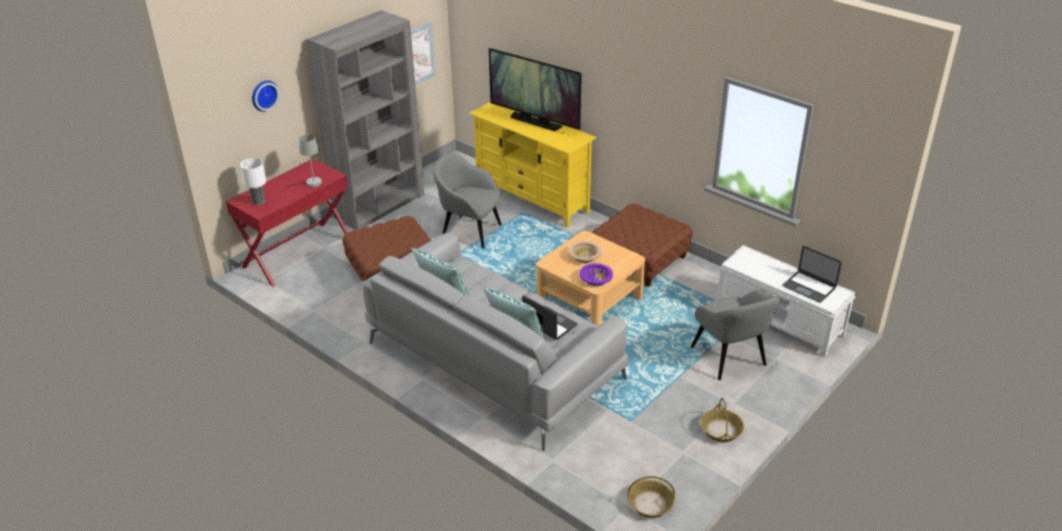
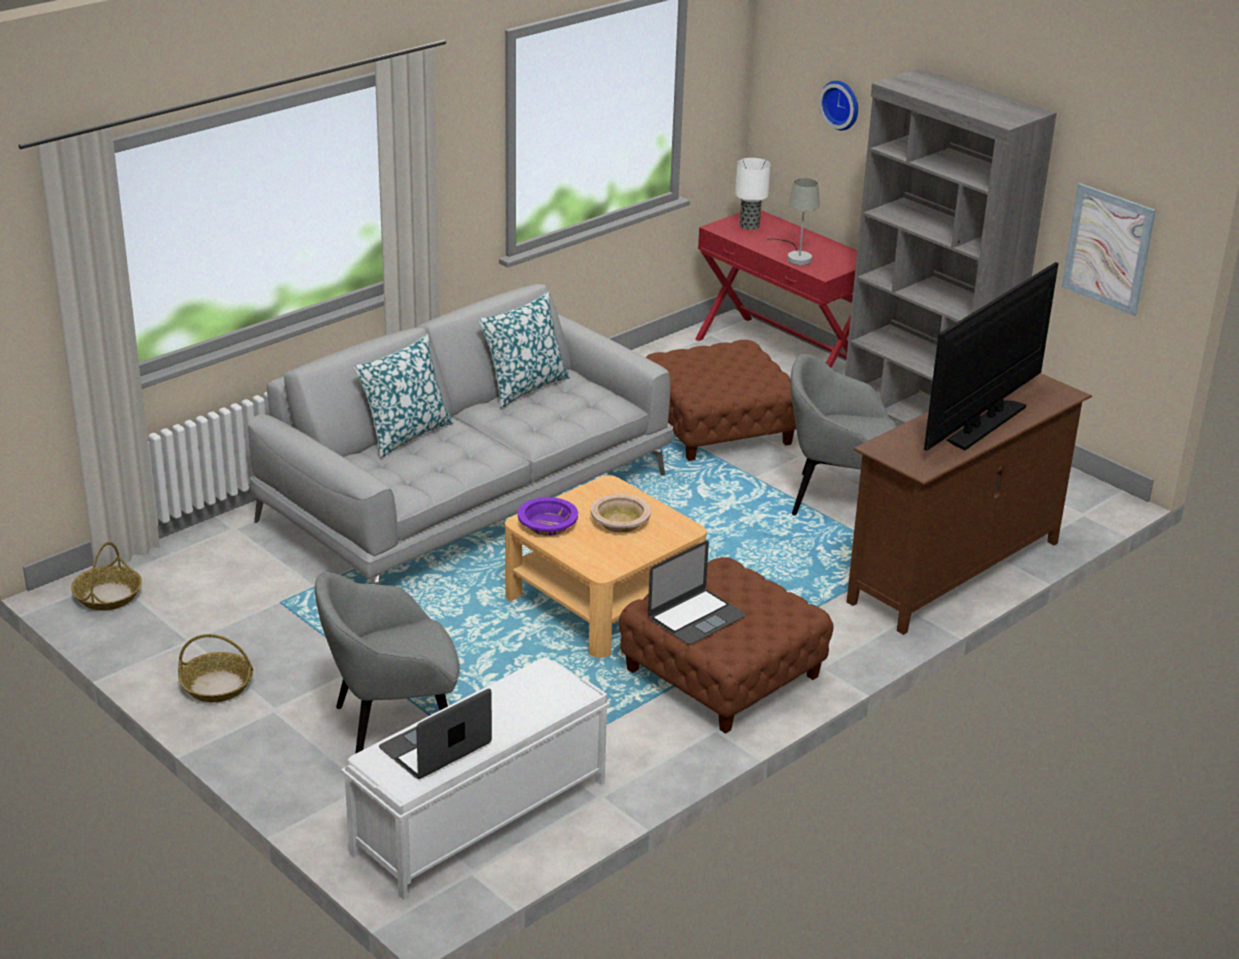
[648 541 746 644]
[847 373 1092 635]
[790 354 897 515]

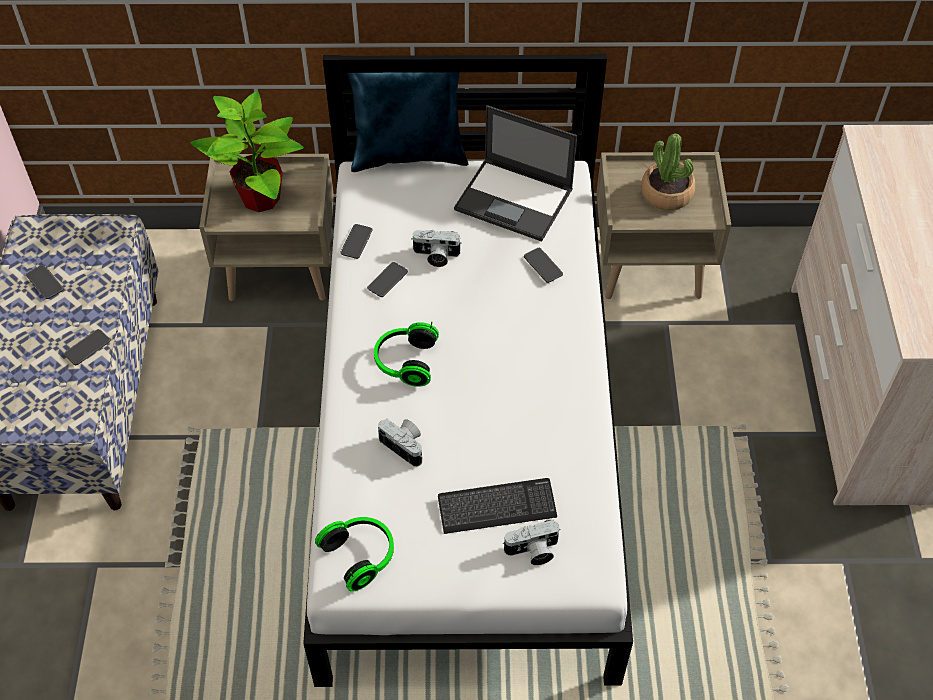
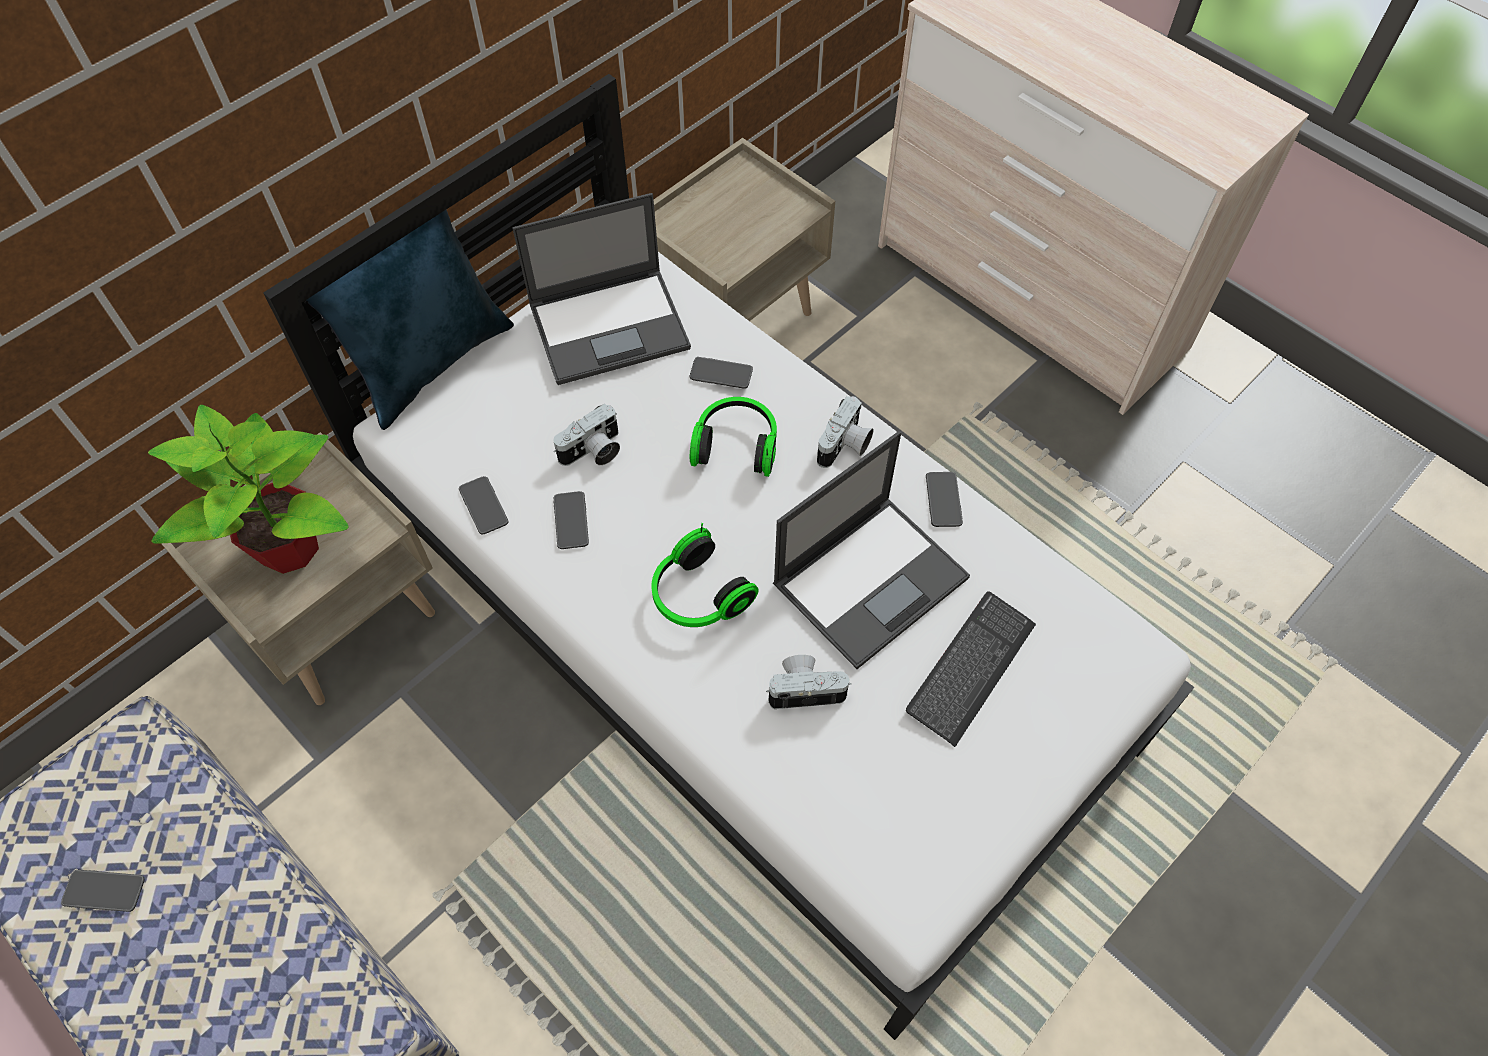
[641 134 695 211] (first image)
[773 431 970 669]
[926 472 963 527]
[690 397 777 477]
[817 396 874 468]

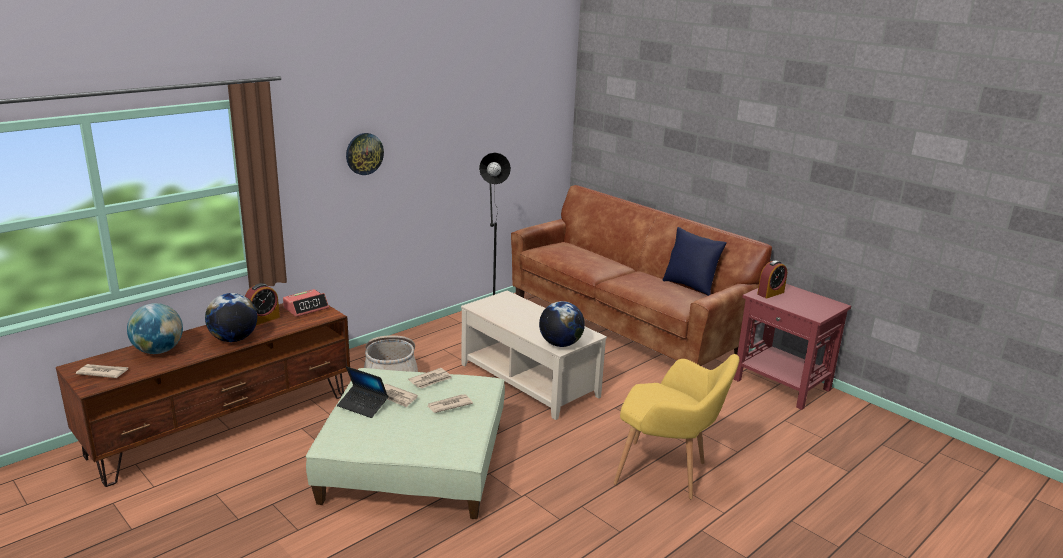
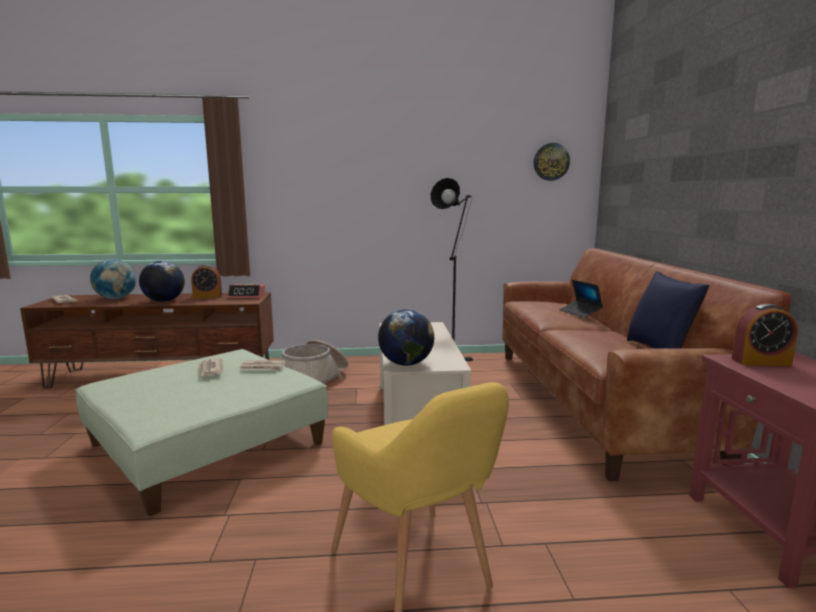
[428 394 473 413] (first image)
[560 280 603 318]
[534 143 570 181]

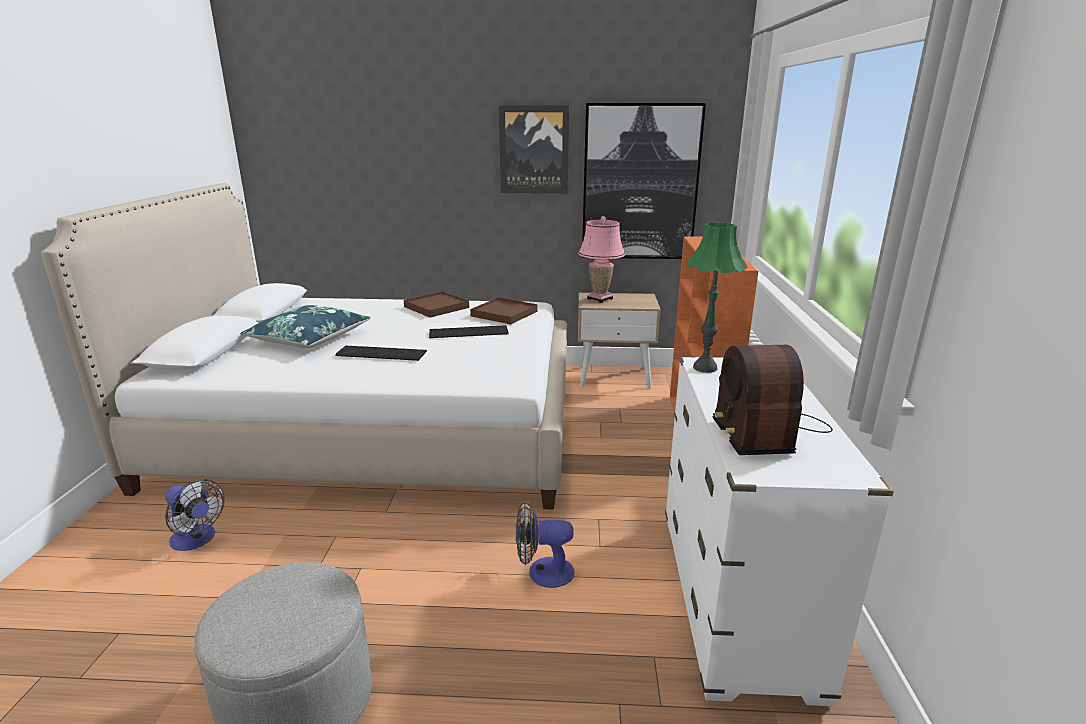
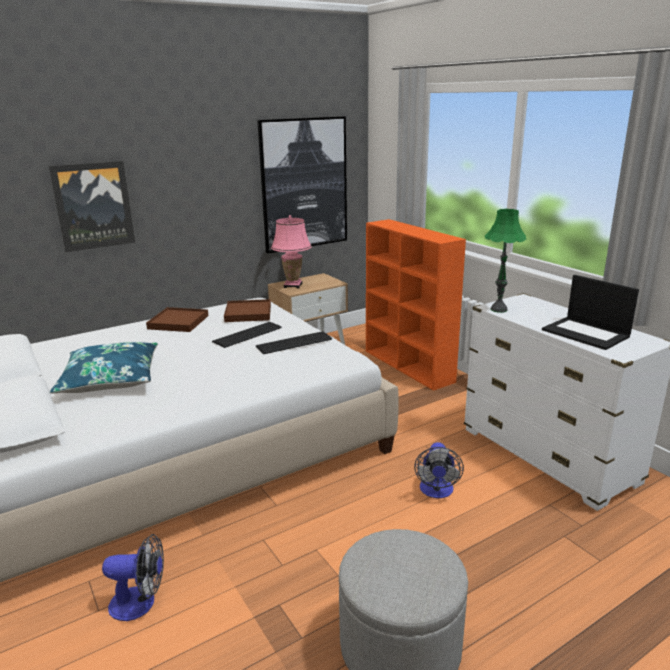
[256 331 332 354]
[49 161 135 252]
[542 275 639 350]
[414 442 464 498]

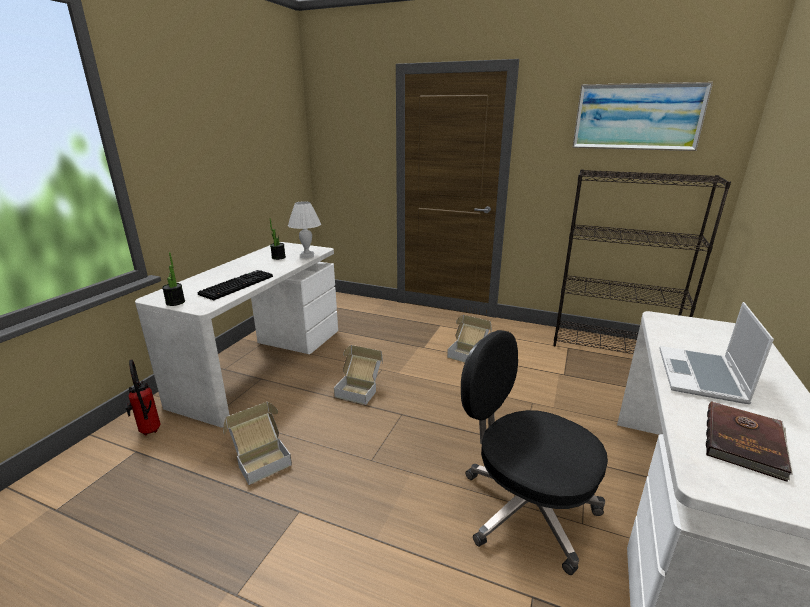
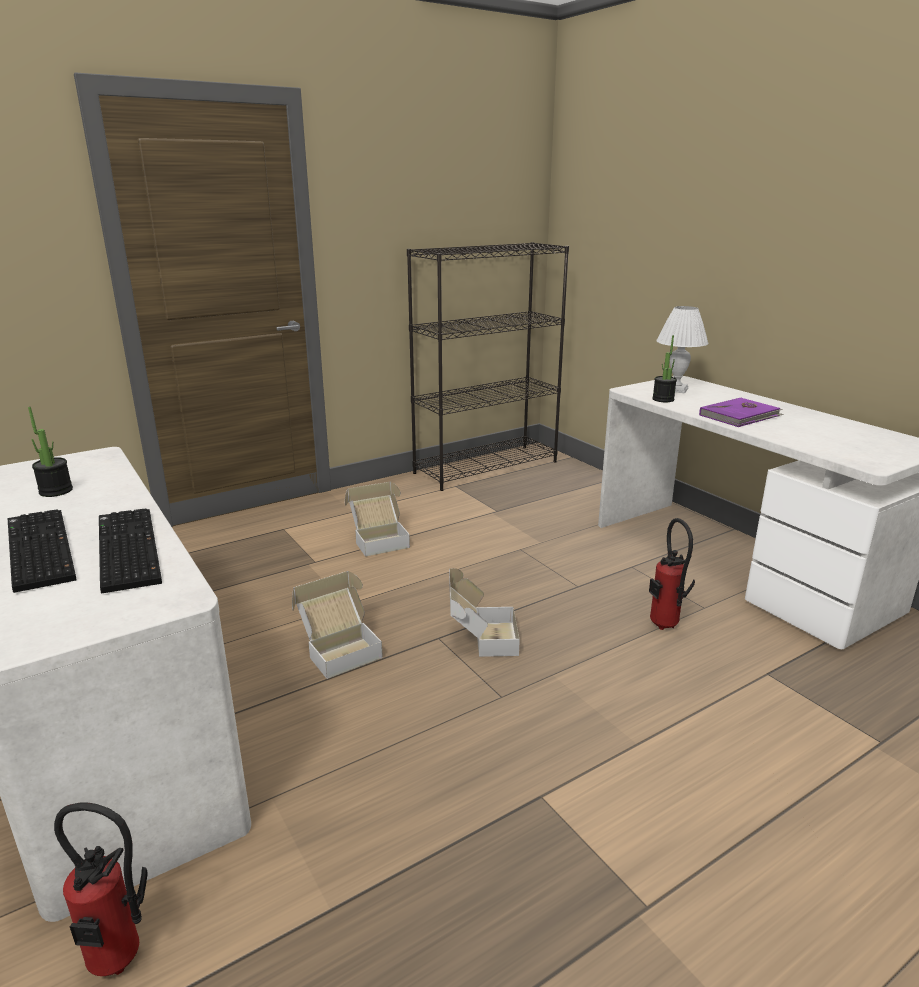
[572 82 713 151] (first image)
[706 401 793 482] (first image)
[8 509 77 593]
[652 335 677 402]
[449 568 520 657]
[656 306 708 393]
[649 518 695 630]
[699 398 784 427]

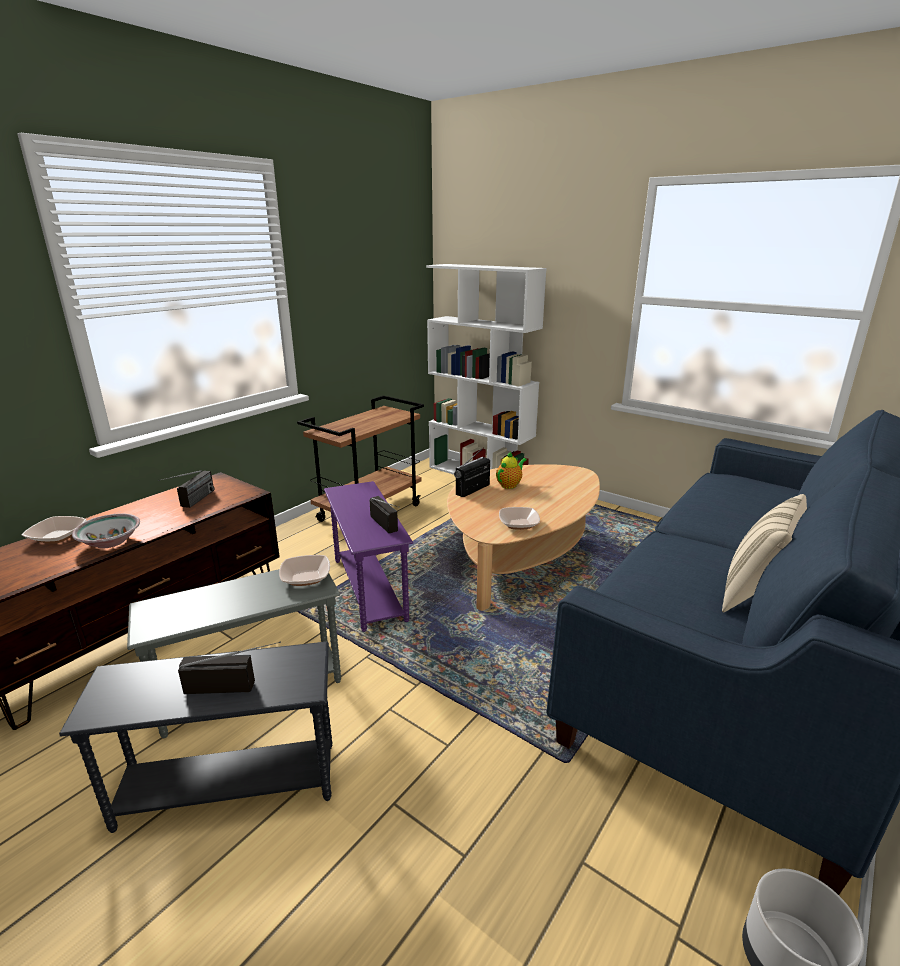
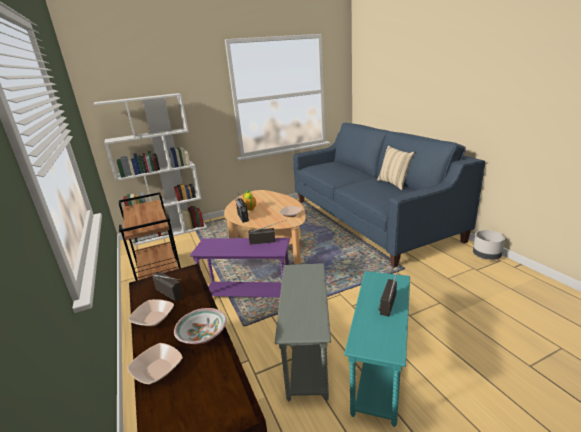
[128 299 174 326]
[344 271 410 427]

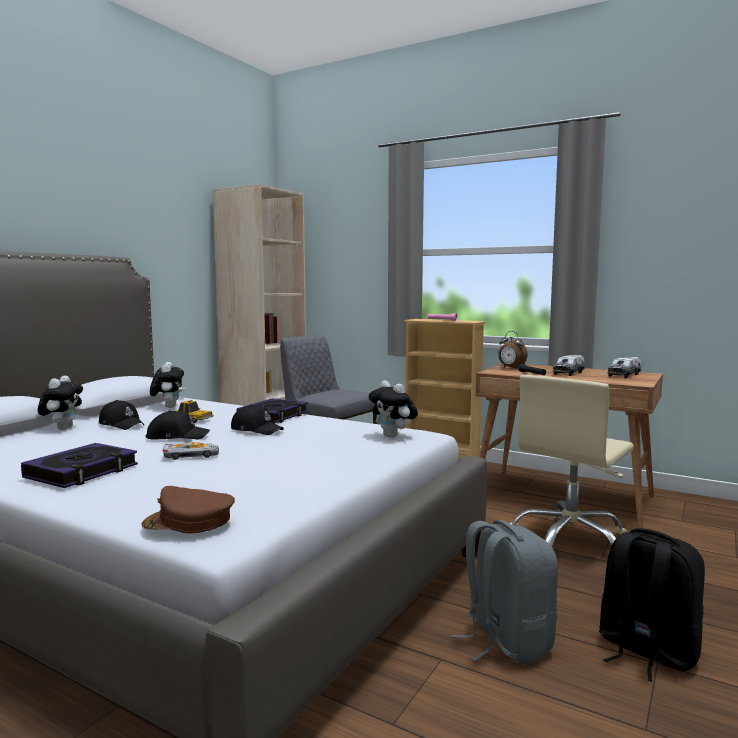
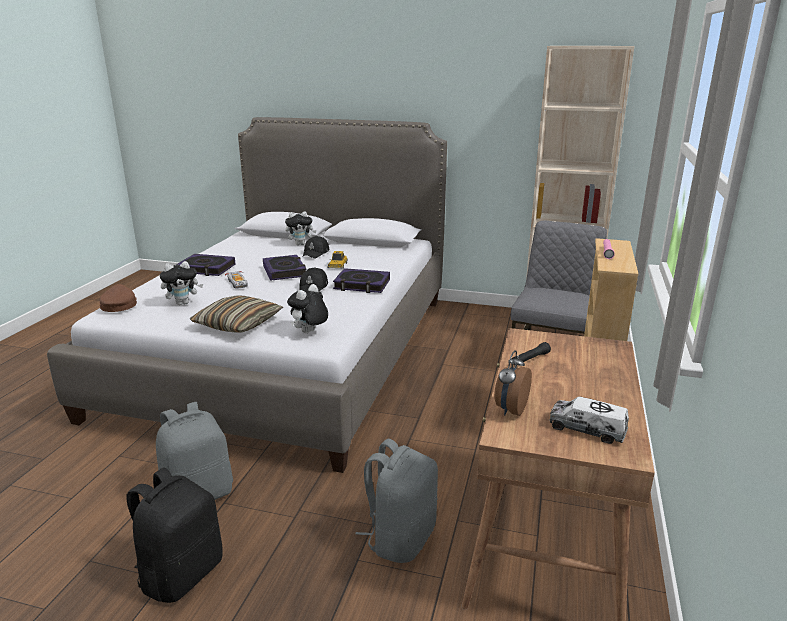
[553 355 585 376] (first image)
[189 295 283 333]
[160 261 203 305]
[494 350 532 416]
[263 255 306 281]
[356 439 438 563]

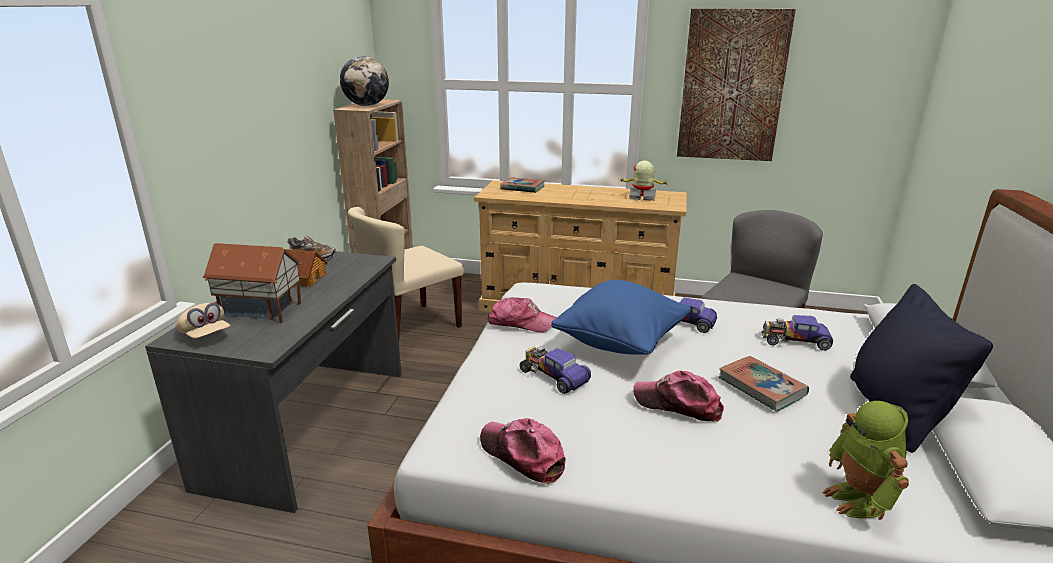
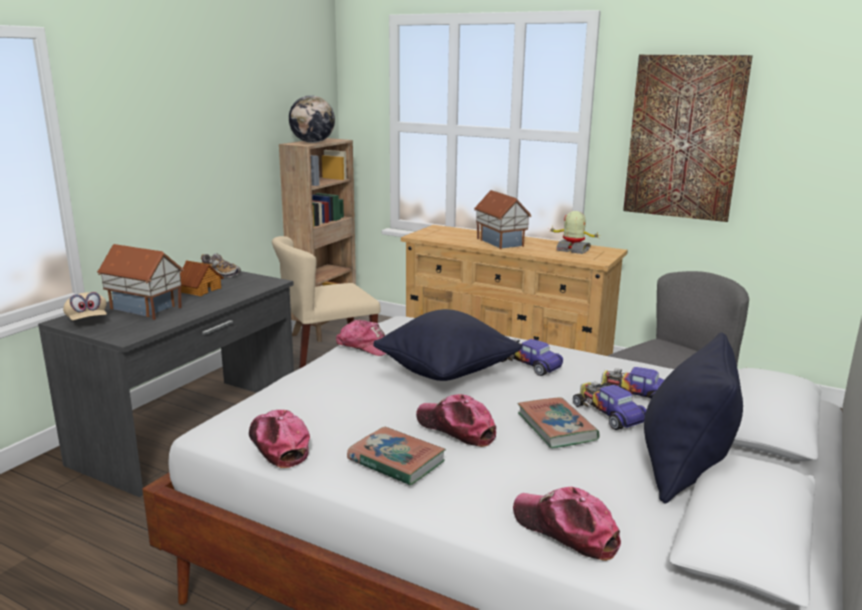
[474 190 532 249]
[347 427 446 486]
[573 382 646 430]
[513 487 621 561]
[373 309 522 381]

